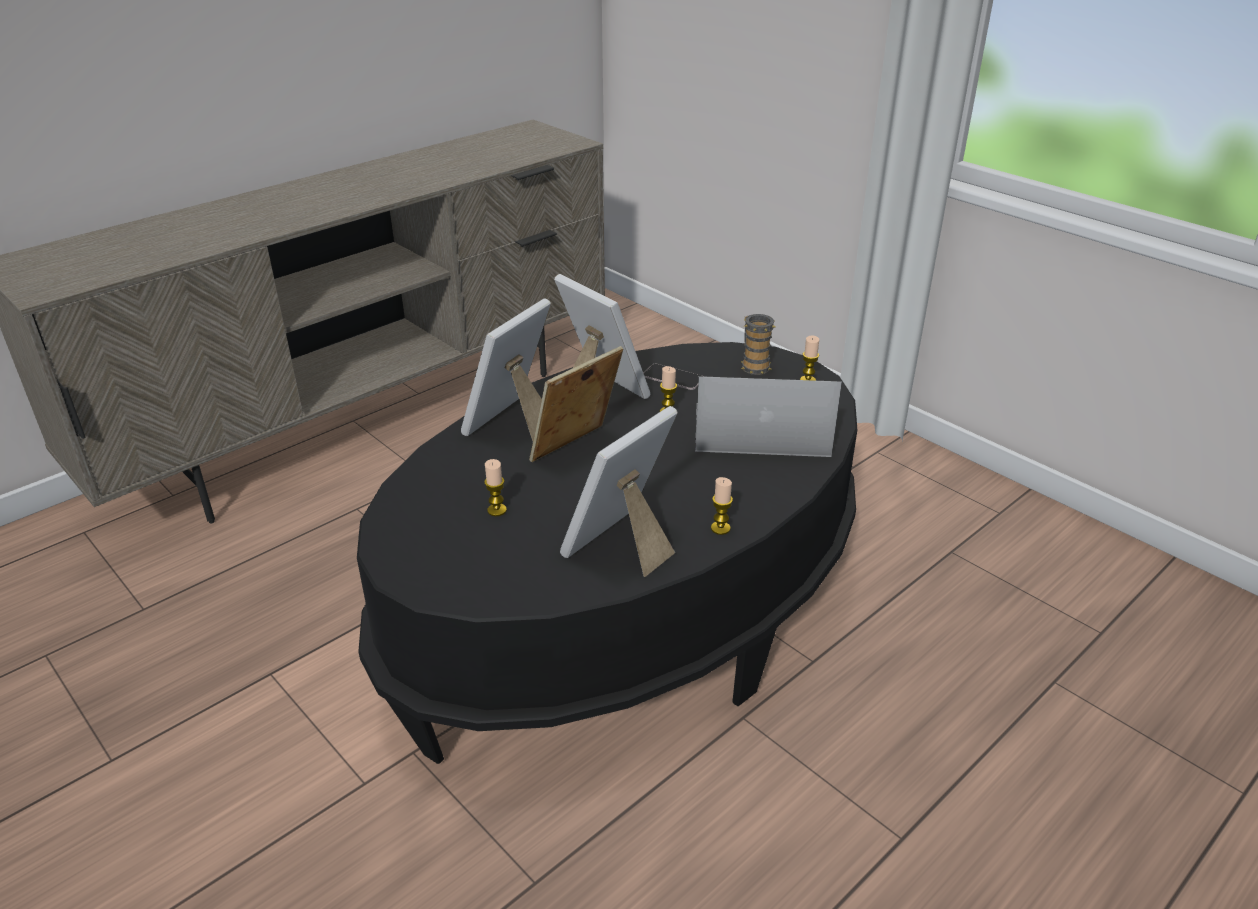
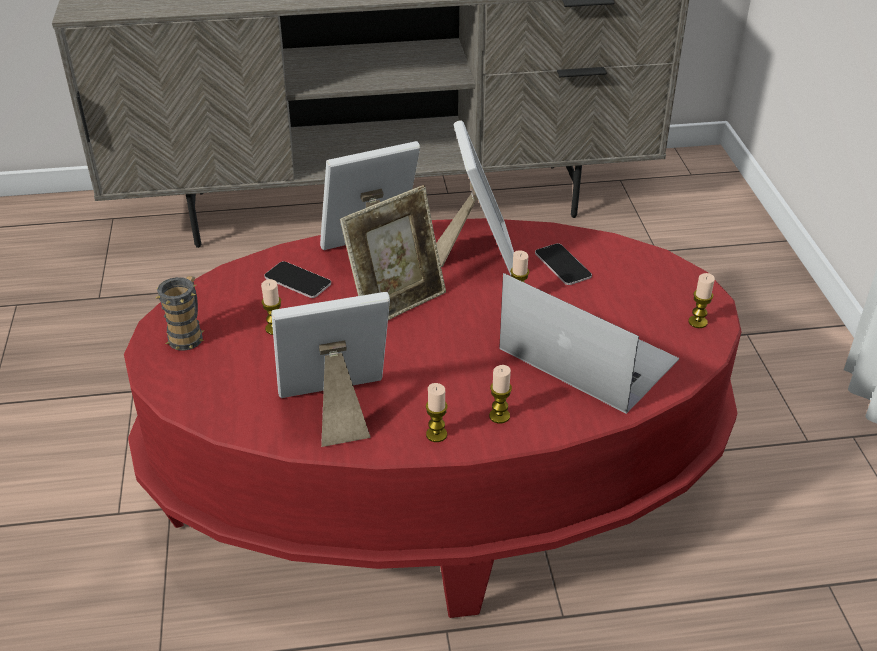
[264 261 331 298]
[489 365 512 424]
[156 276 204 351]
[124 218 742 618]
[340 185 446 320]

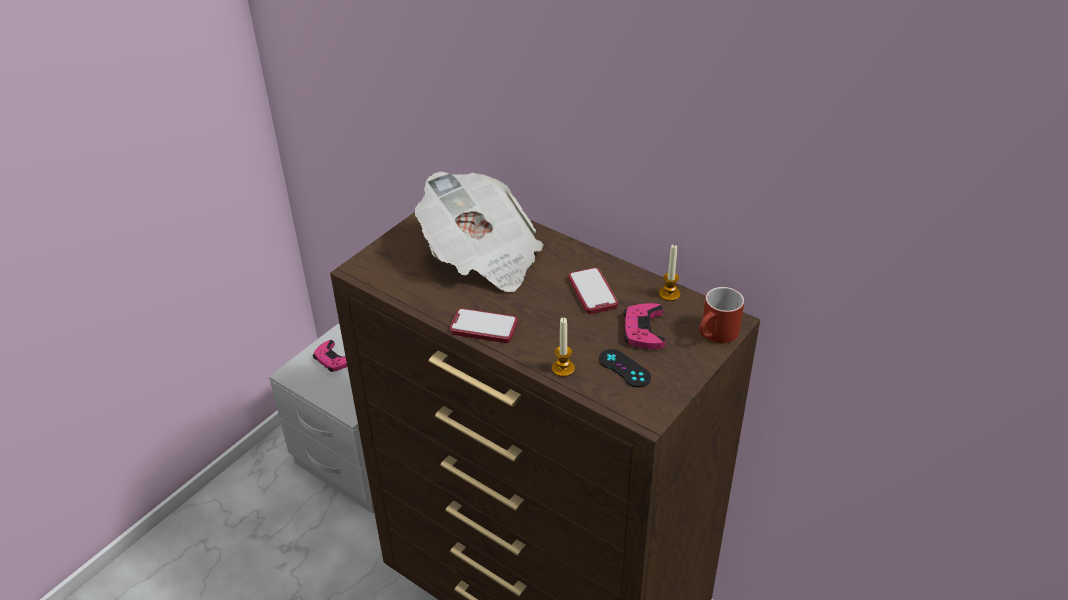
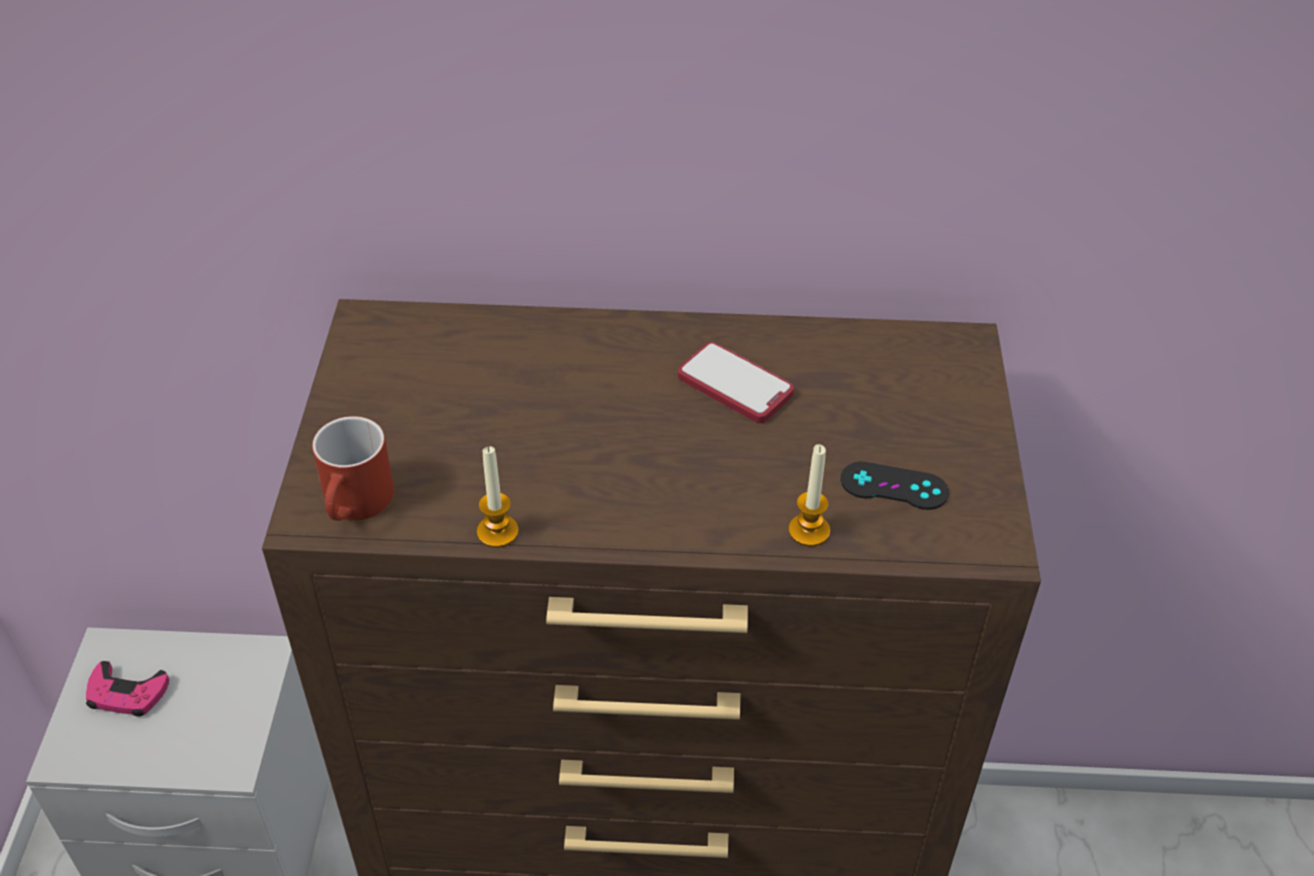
[415 171 543 292] (first image)
[450 308 518 343] (first image)
[623 303 666 349] (first image)
[477 446 519 548]
[312 416 394 521]

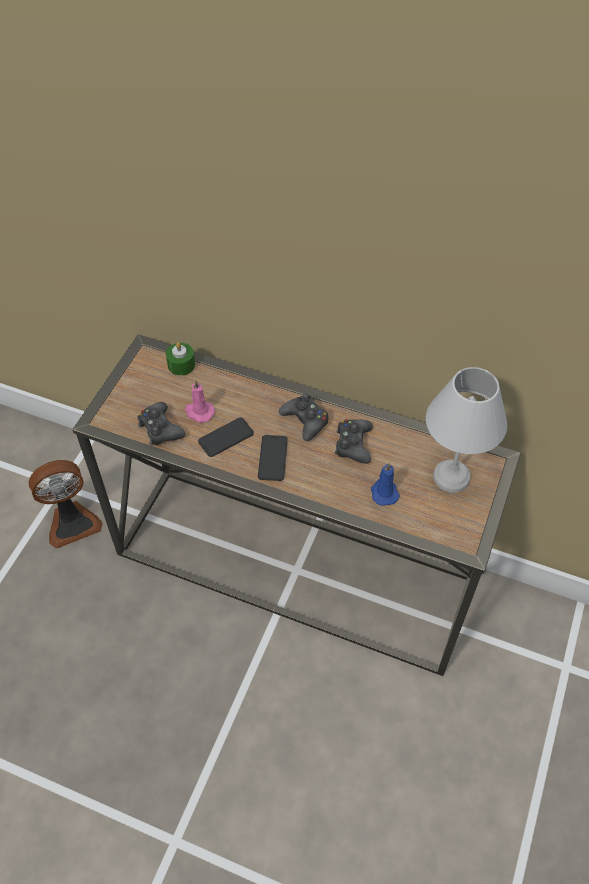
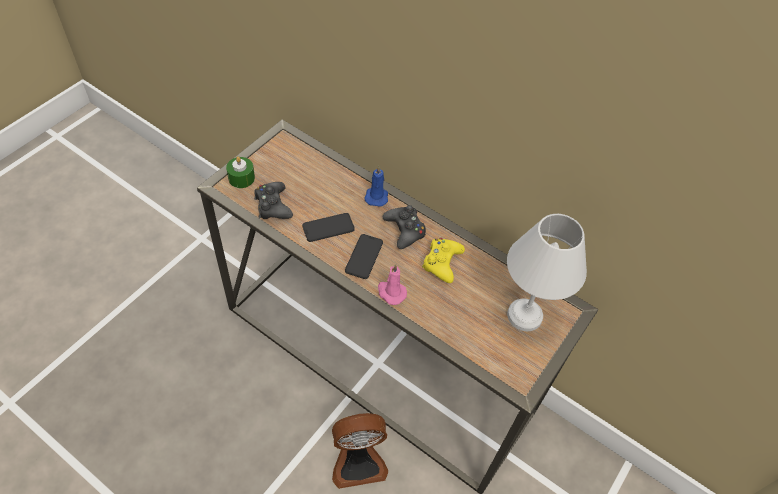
[332 413 388 489]
[226 156 255 188]
[378 264 407 305]
[364 166 388 207]
[422 238 465 283]

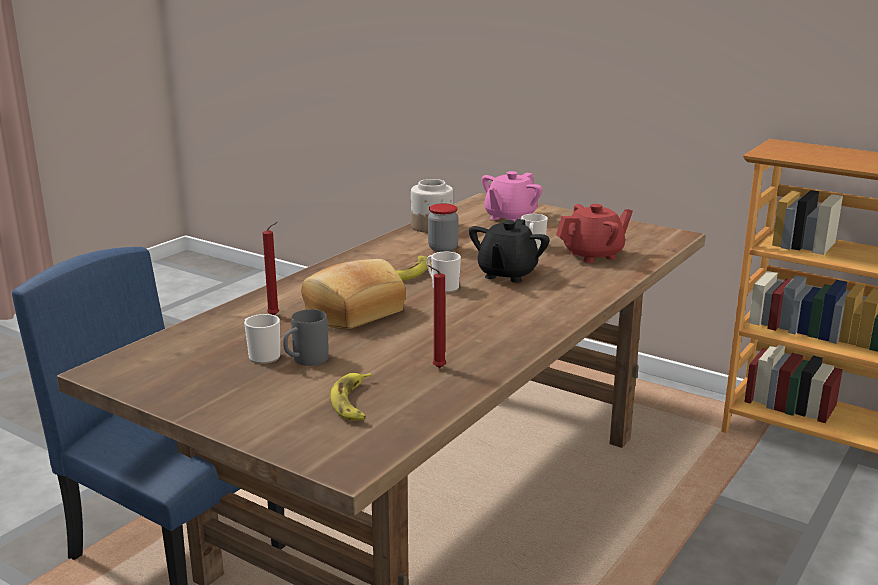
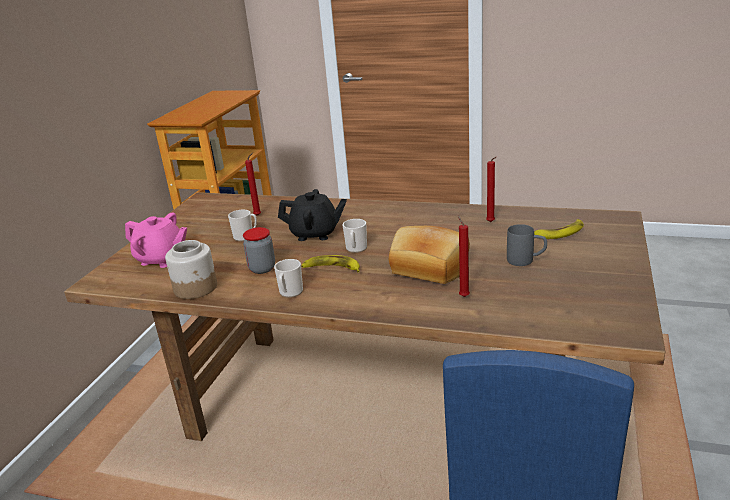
[274 259 303 298]
[245 153 261 216]

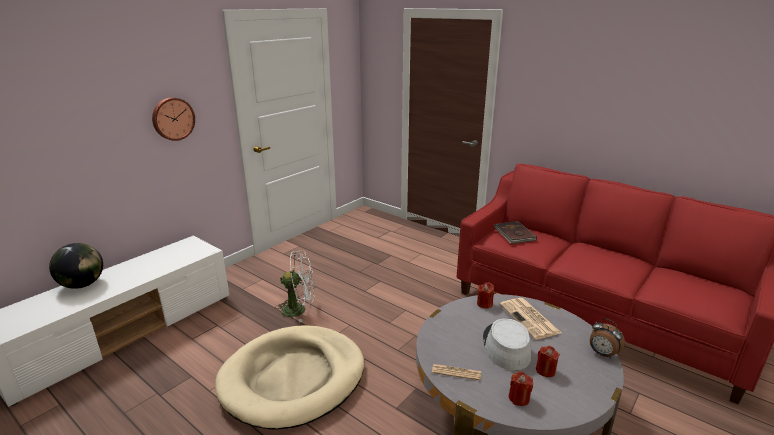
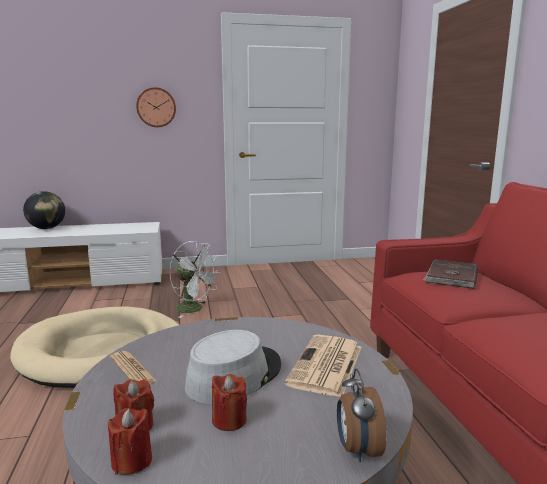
[108 408 152 475]

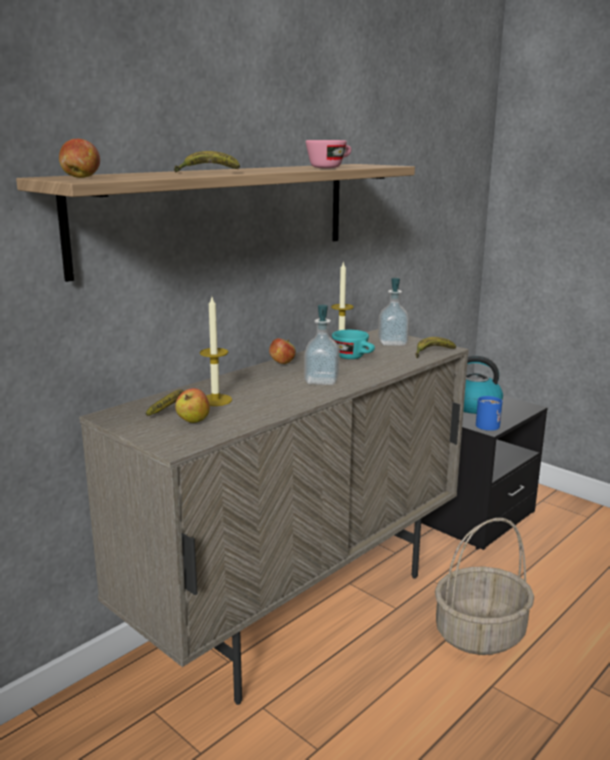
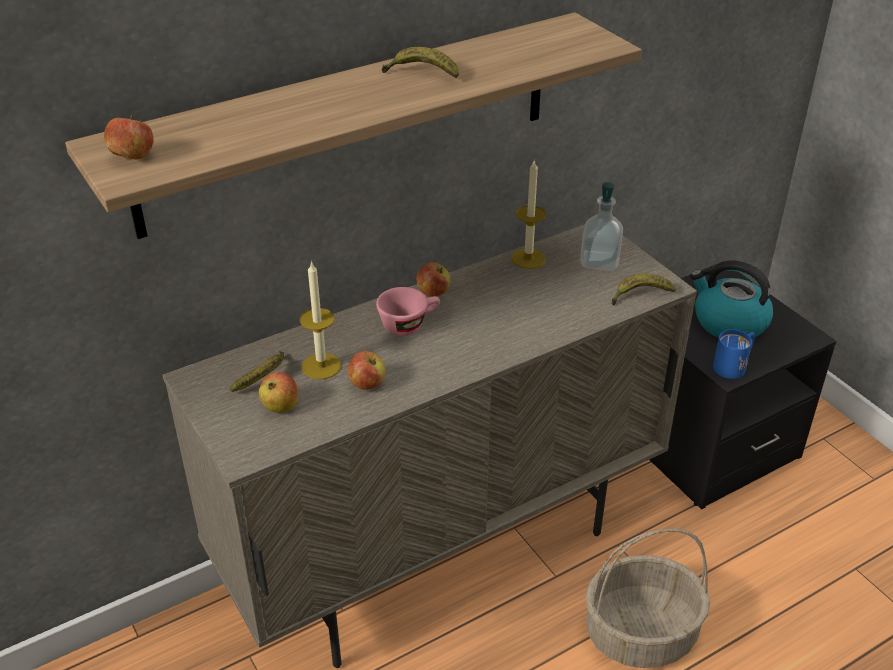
[304 305 340 385] (first image)
[332 330 375 359] (first image)
[348 351 386 390]
[382 47 459 78]
[376 287 440 336]

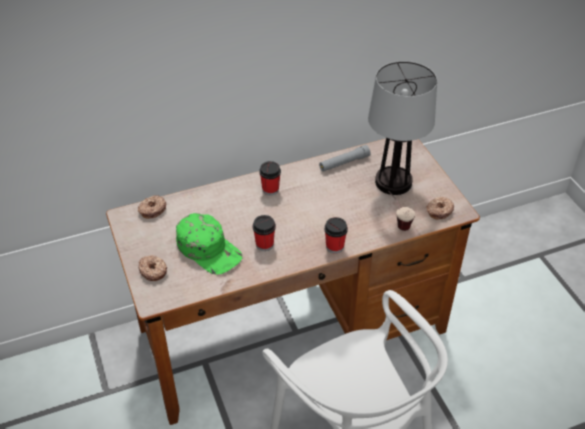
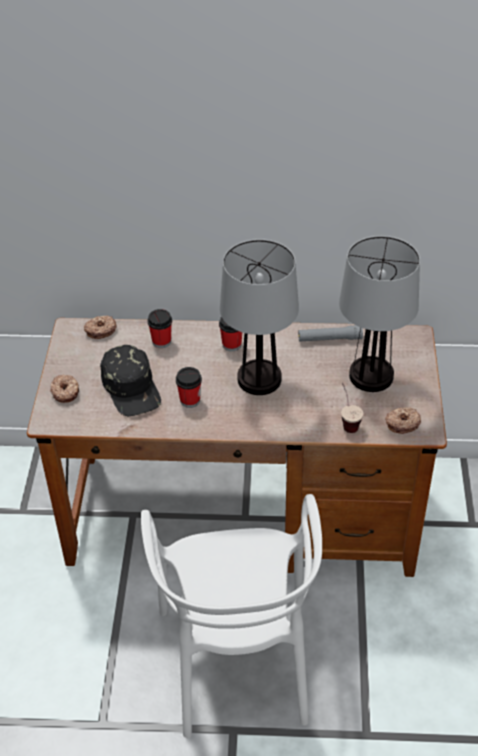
[220 239 299 395]
[148 309 172 348]
[100 345 161 416]

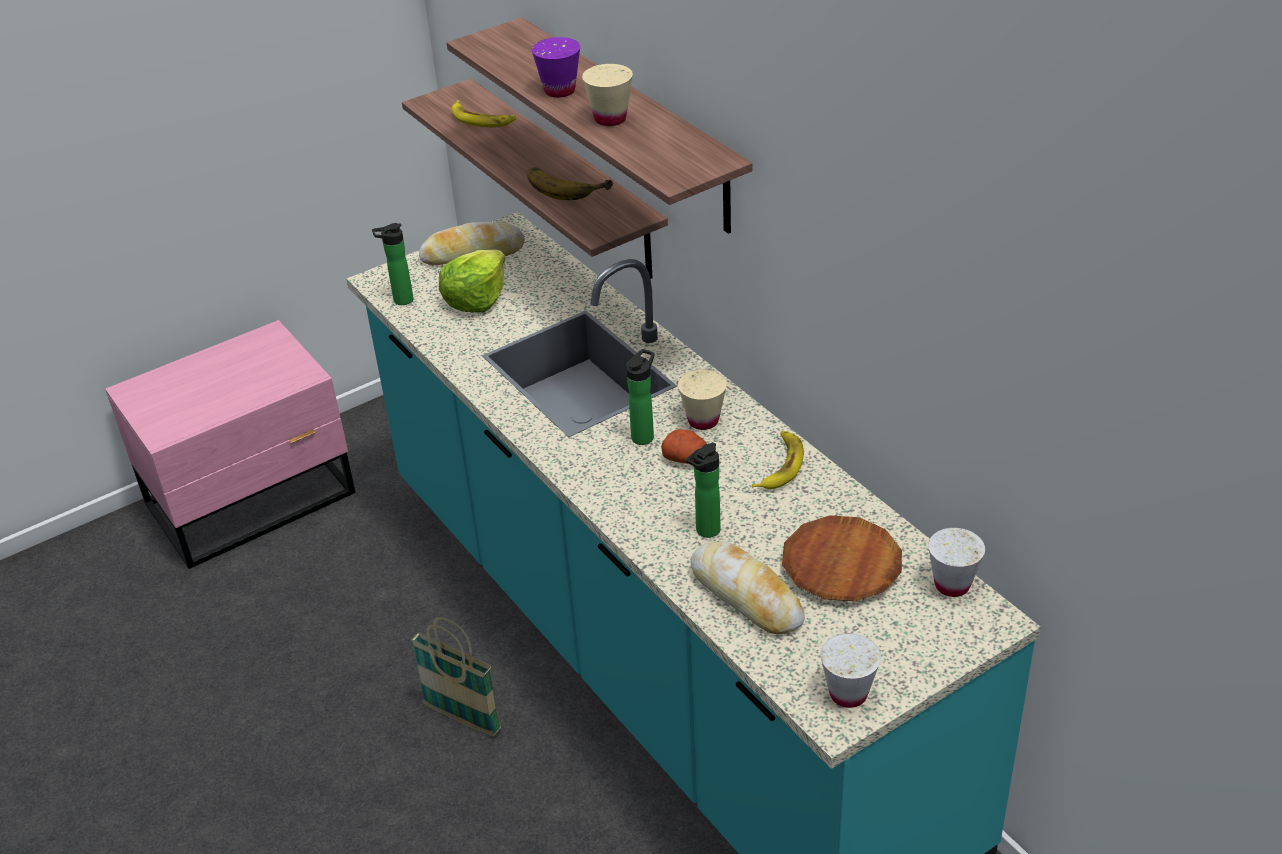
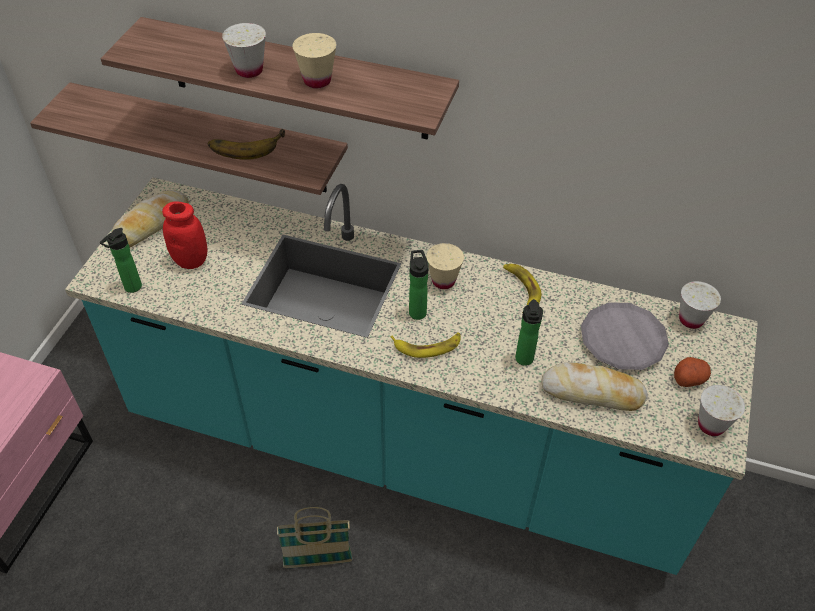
[390 332 460 358]
[674 357 711 387]
[162 202 207 269]
[222 23 266 78]
[581 302 669 370]

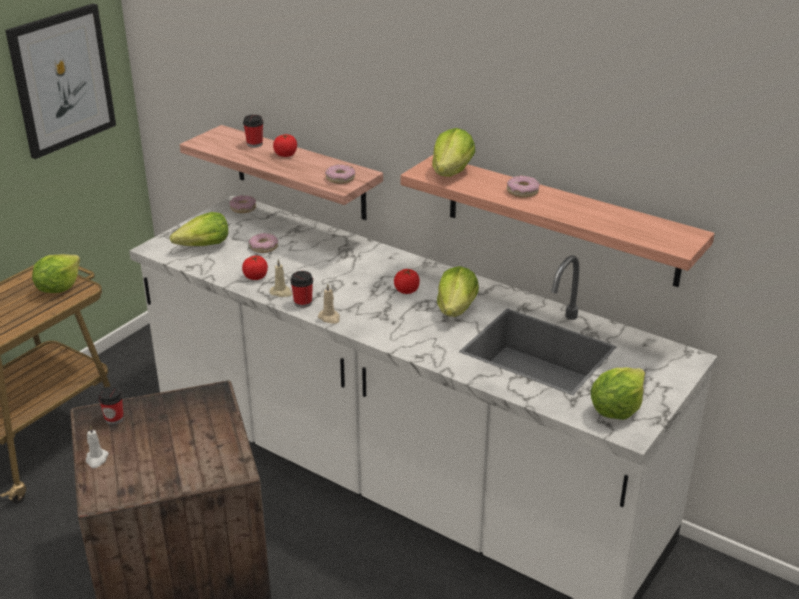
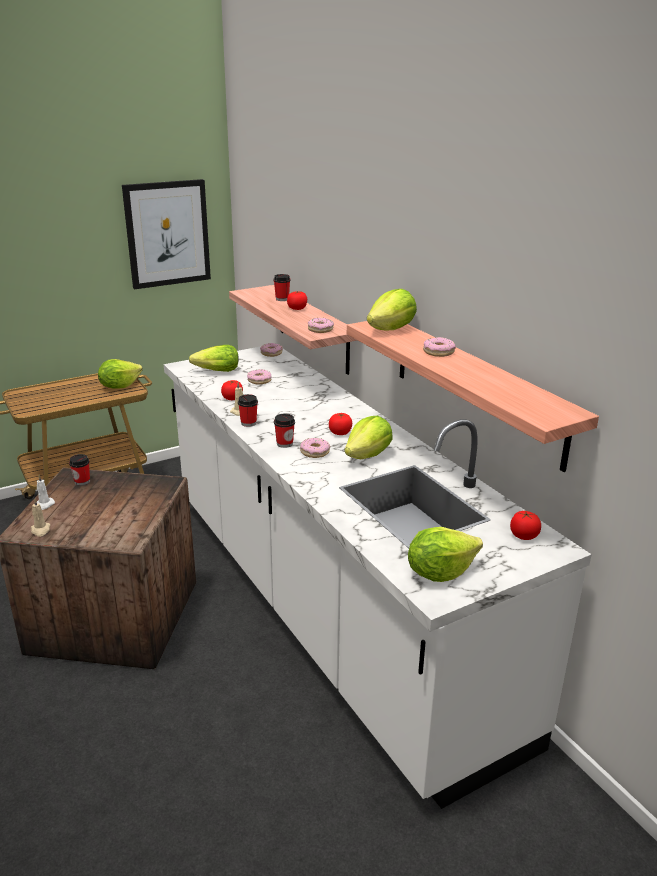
[274 413 295 448]
[300 438 330 458]
[510 510 541 540]
[31 499 51 537]

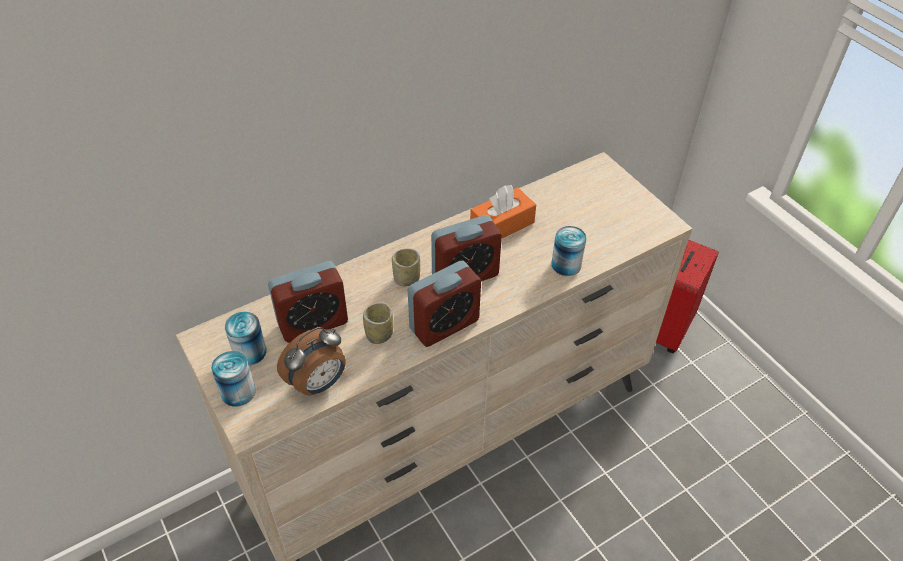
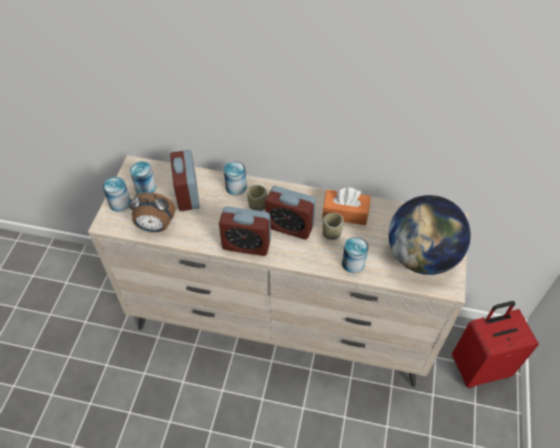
[224 161 247 195]
[388 195 471 275]
[322 213 344 240]
[170 150 200 211]

